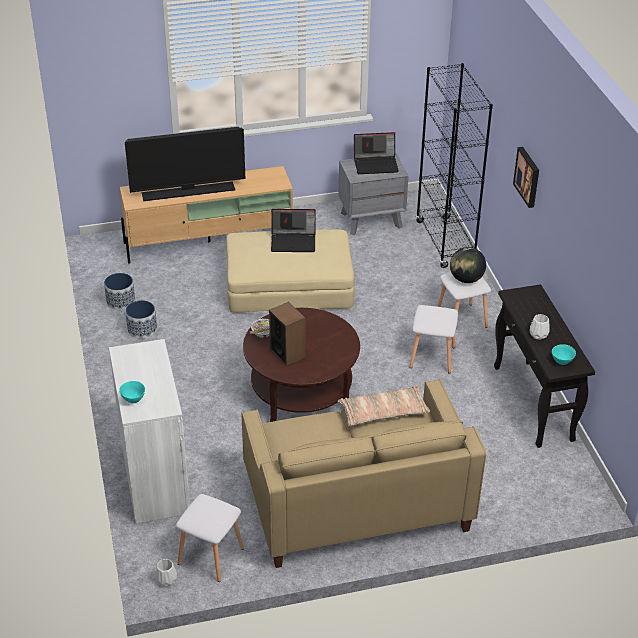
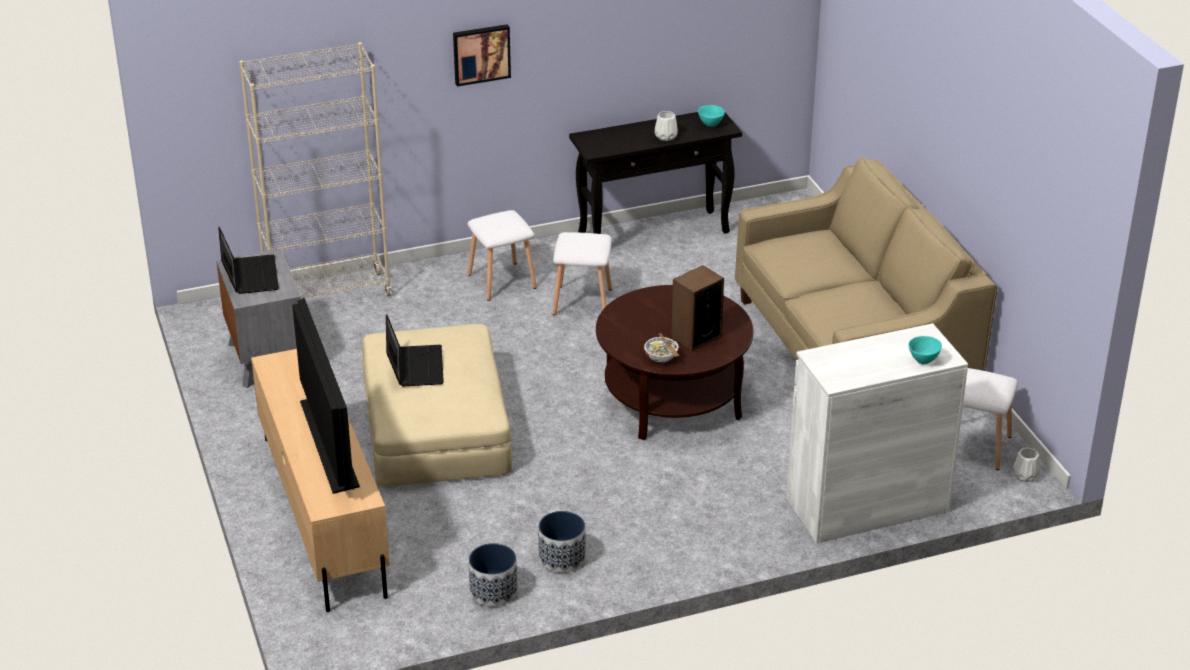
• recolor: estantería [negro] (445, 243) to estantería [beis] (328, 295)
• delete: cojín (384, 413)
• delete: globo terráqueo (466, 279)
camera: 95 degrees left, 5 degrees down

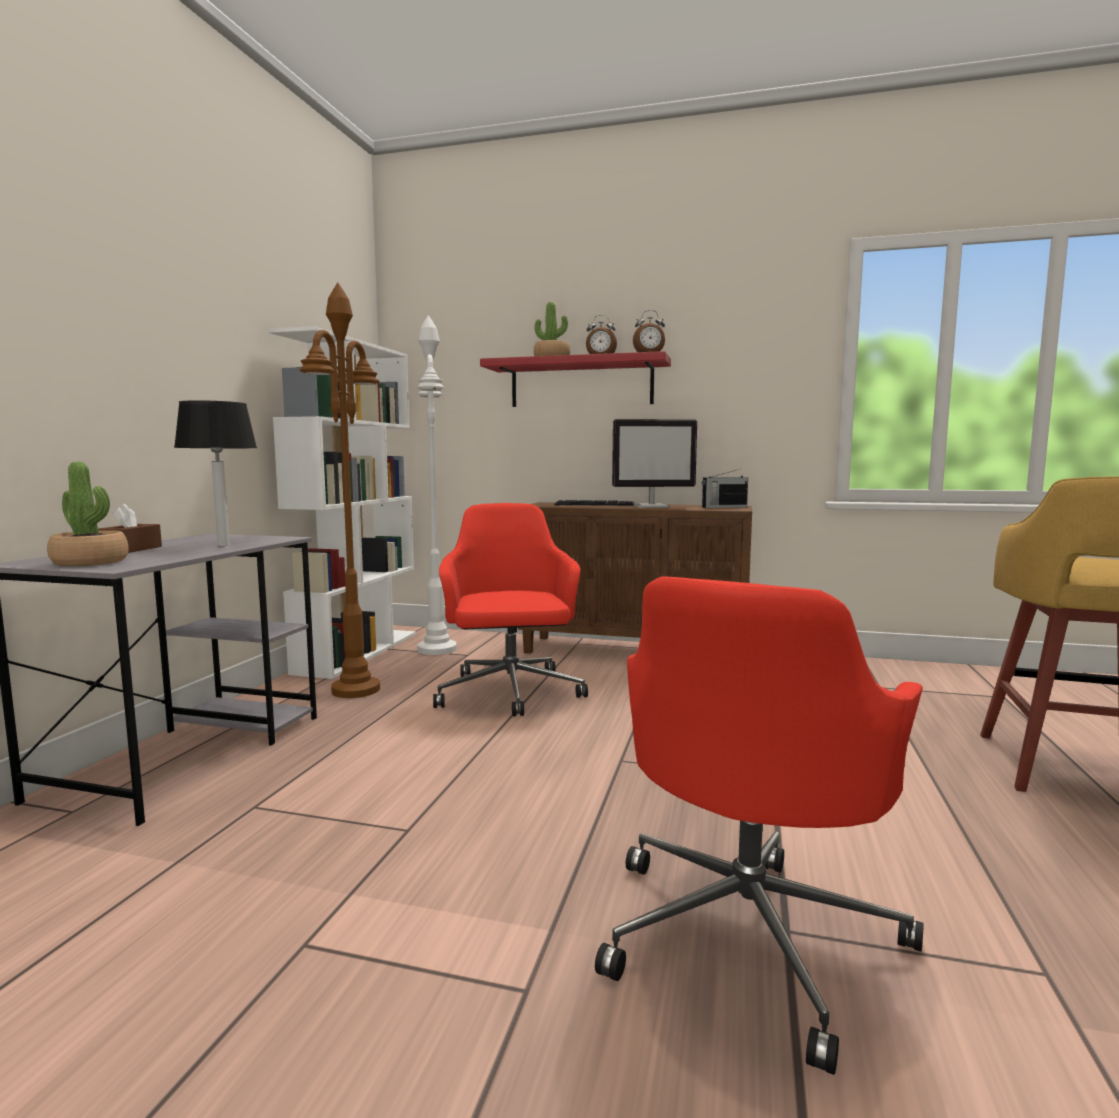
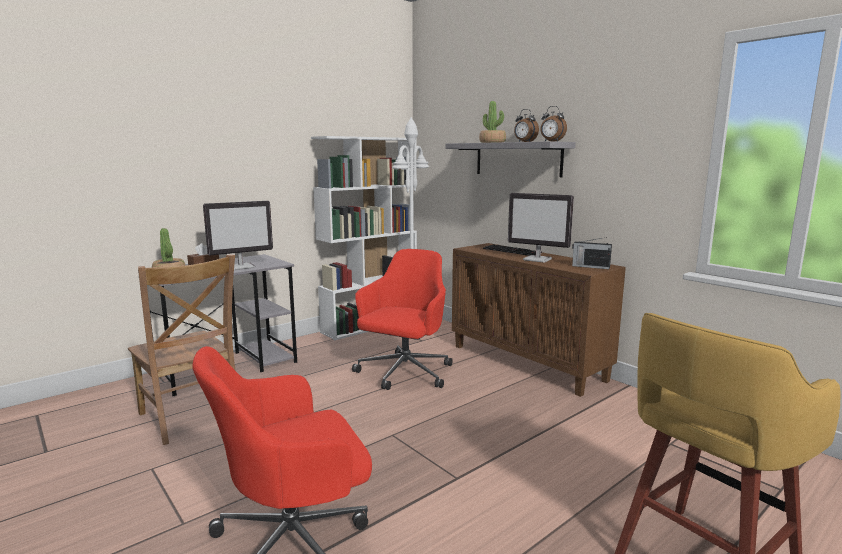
• insert: silla [marrón] (190, 417)
• replace: lámpara de mesa (223, 545) to monitor (241, 267)
• recolor: estante [rojo] (581, 383) to estante [gris] (517, 159)
• delete: lámpara de pie [marrón] (356, 689)
camera: 35 degrees right, 5 degrees up

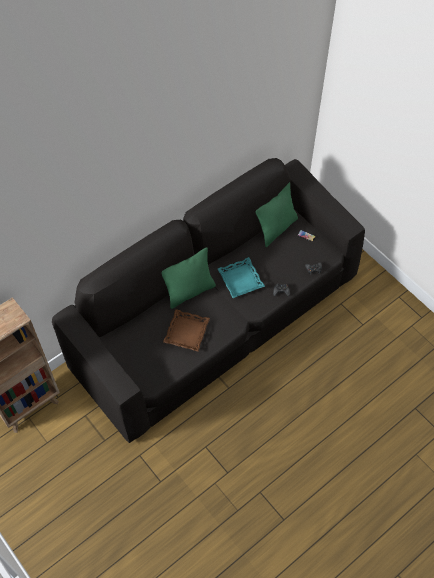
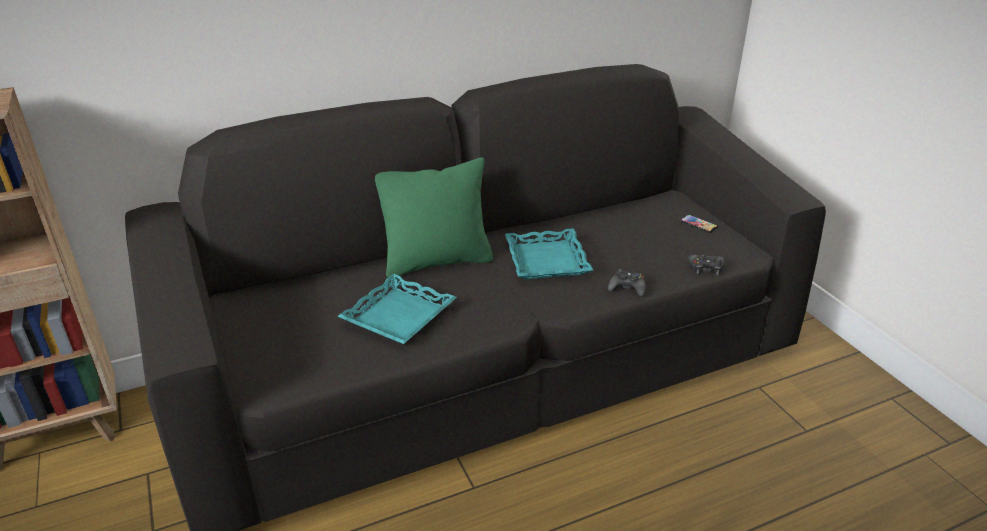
• recolor: bandeja [marrón] (187, 332) to bandeja [turquesa] (399, 316)
• delete: cojín [verde] (276, 228)
camera: 15 degrees right, 25 degrees down

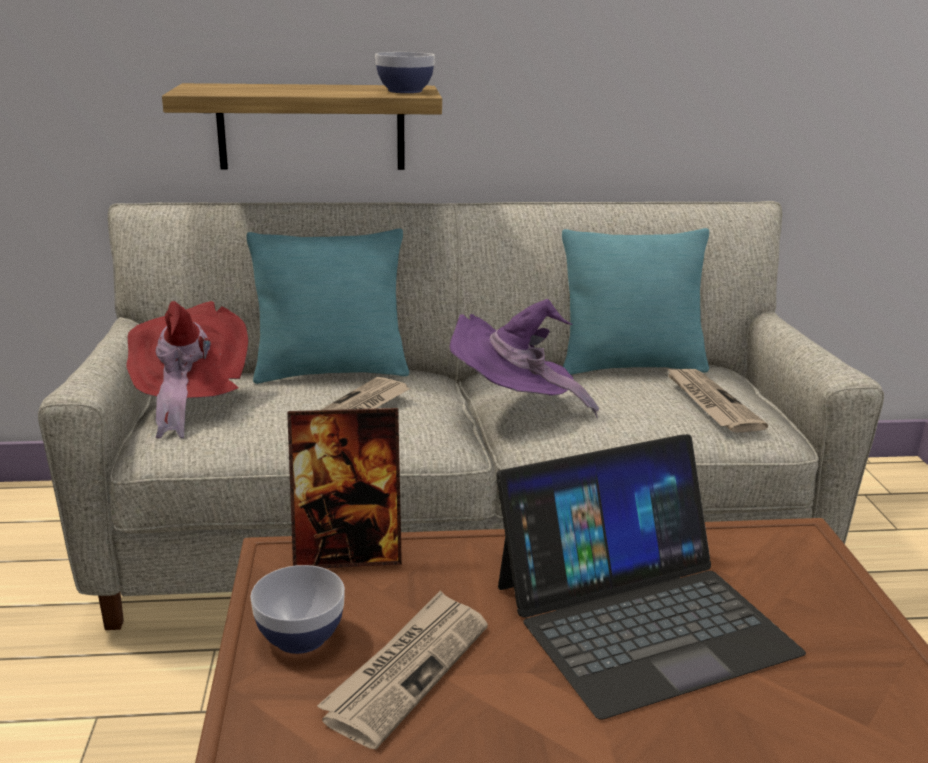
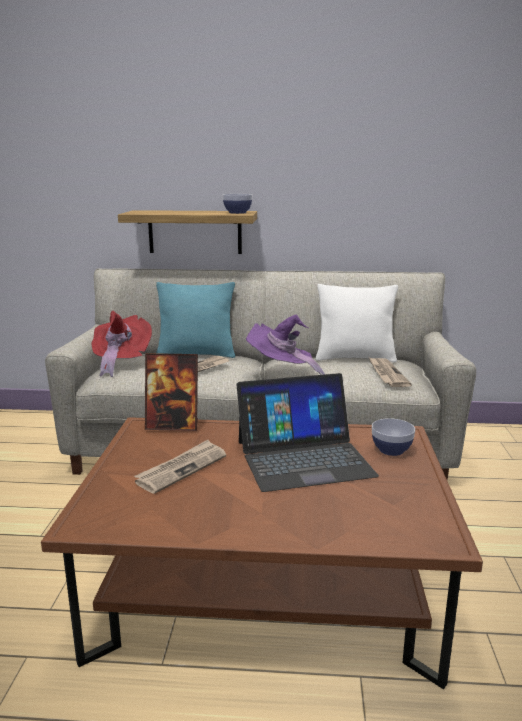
• recolor: cojín [turquesa] (630, 366) to cojín [blanco] (355, 358)
• move: cuenco (300, 636) to (391, 450)
camera: 10 degrees right, 5 degrees down

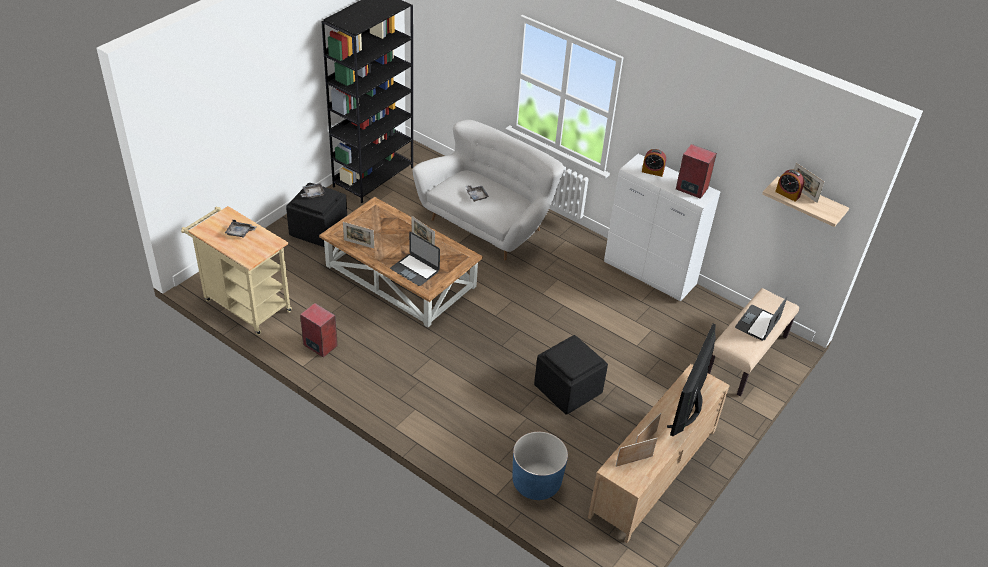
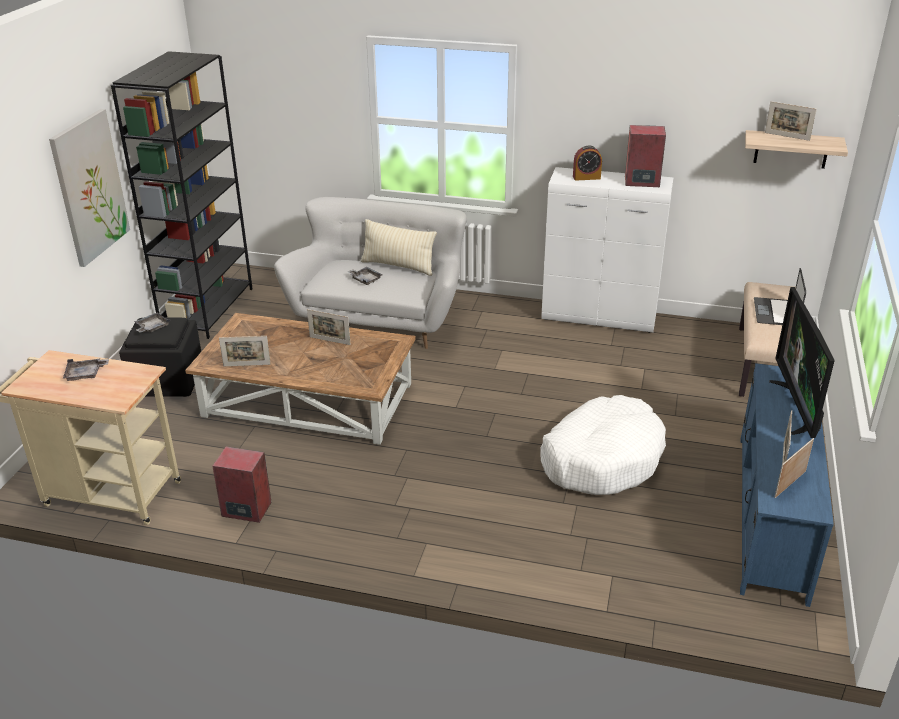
• insert: cuadro (90, 187)
• insert: cojín [beis] (398, 266)
• replace: puf [negro] (568, 390) to cama para perro [blanco] (601, 458)
• recolor: mueble de televisión [beis] (653, 473) to mueble de televisión [azul] (771, 514)
• delete: portátil (415, 270)
• delete: maceta [azul] (536, 482)
• delete: despertador (787, 194)
camera: 20 degrees left, 10 degrees down

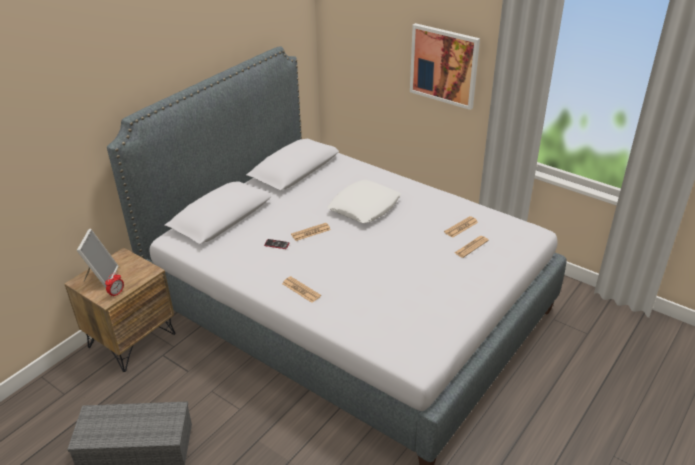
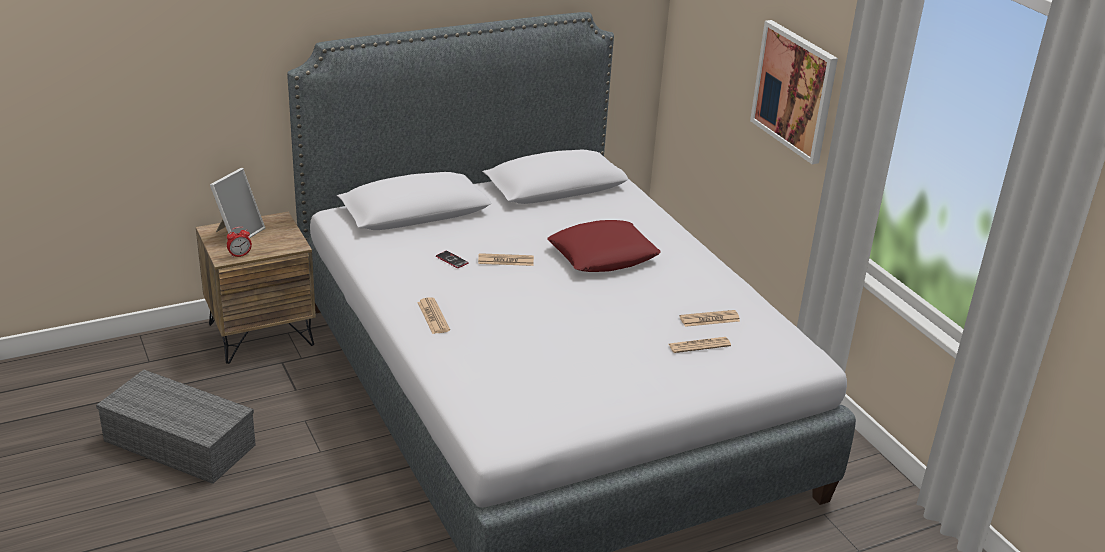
• recolor: cojín [blanco] (364, 207) to cojín [rojo] (603, 255)
camera: 25 degrees right, 5 degrees down

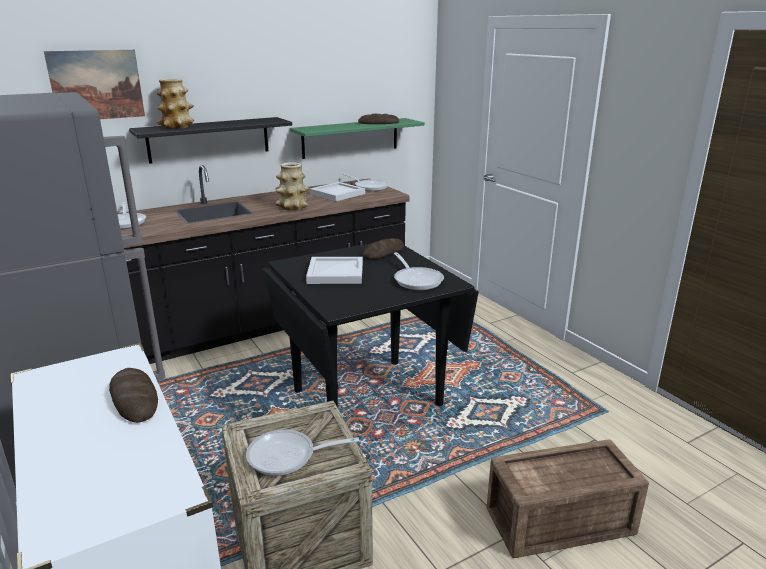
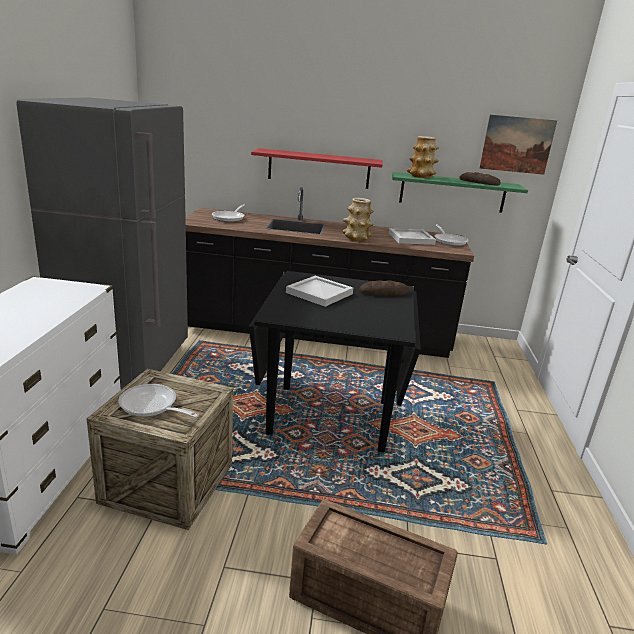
• recolor: estante [negro] (209, 139) to estante [rojo] (319, 169)
• move: florero (177, 127) to (421, 176)
• move: cuadro (96, 85) to (517, 144)
• delete: pan (134, 399)
• delete: sartén (417, 280)
camera: 35 degrees right, 0 degrees up

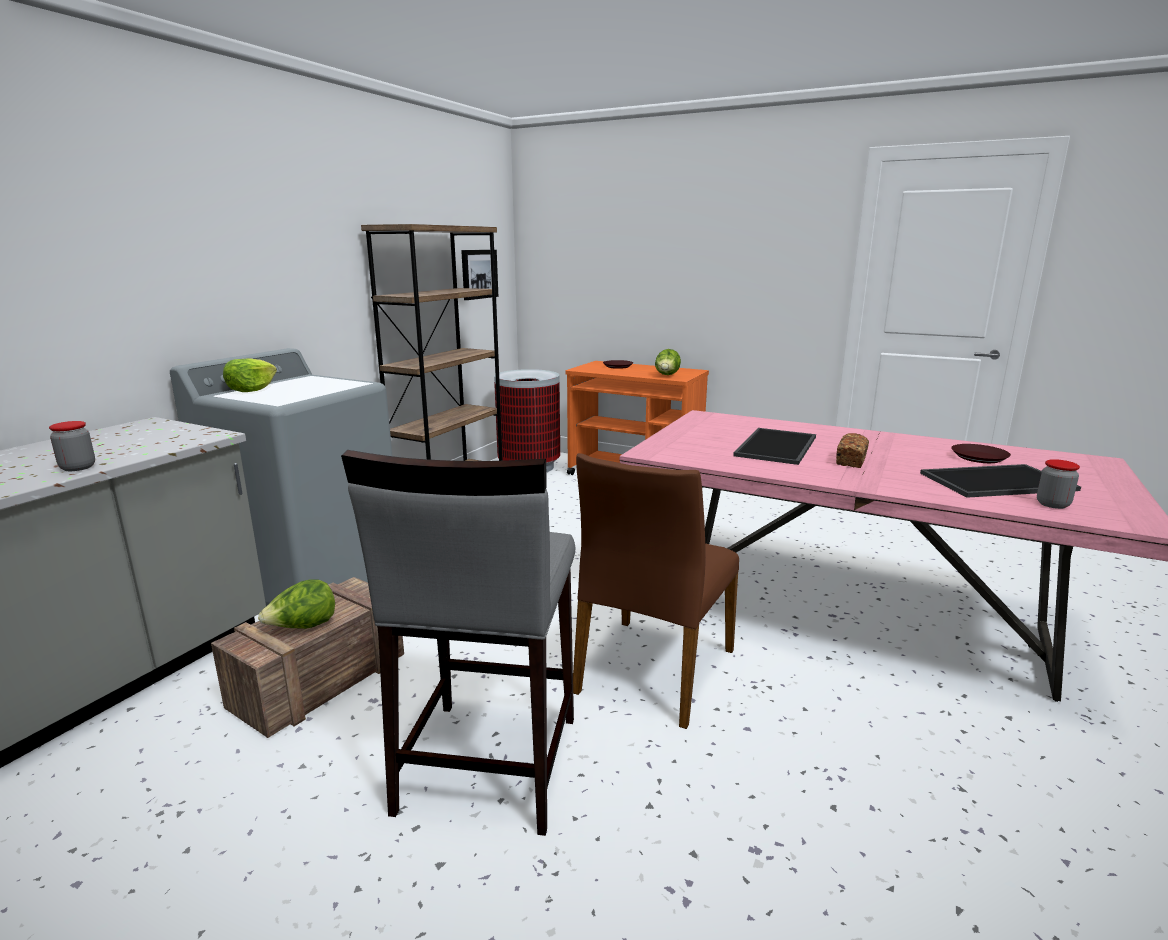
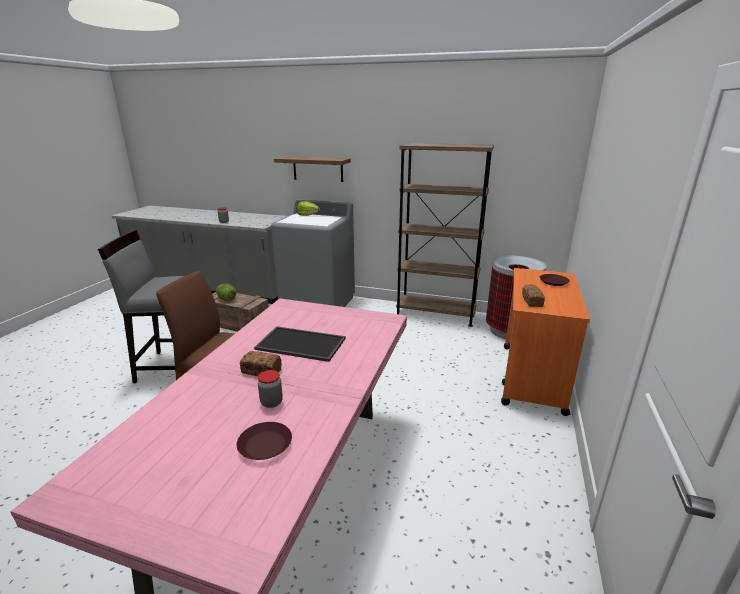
• move: tarro (1052, 504) to (271, 402)
• insert: estante (318, 169)
• replace: lechuga (667, 376) to pan (532, 301)
• delete: cuadro (479, 274)
• delete: bandeja (997, 482)
camera: 80 degrees right, 5 degrees up

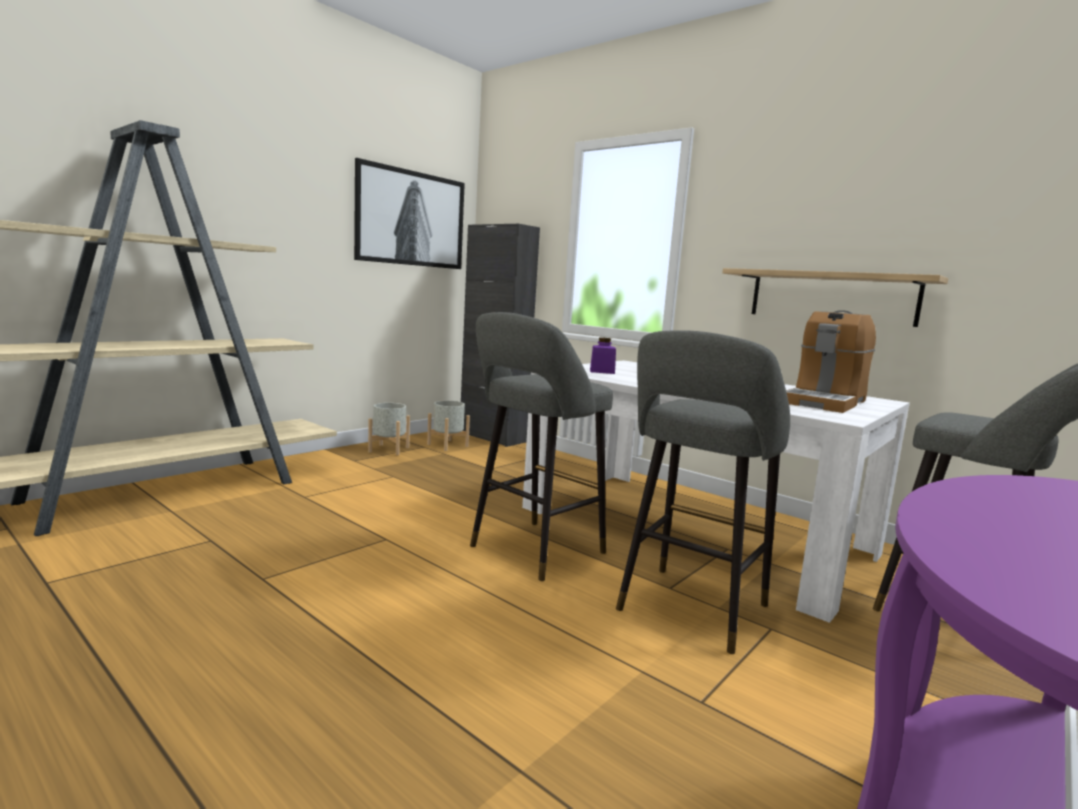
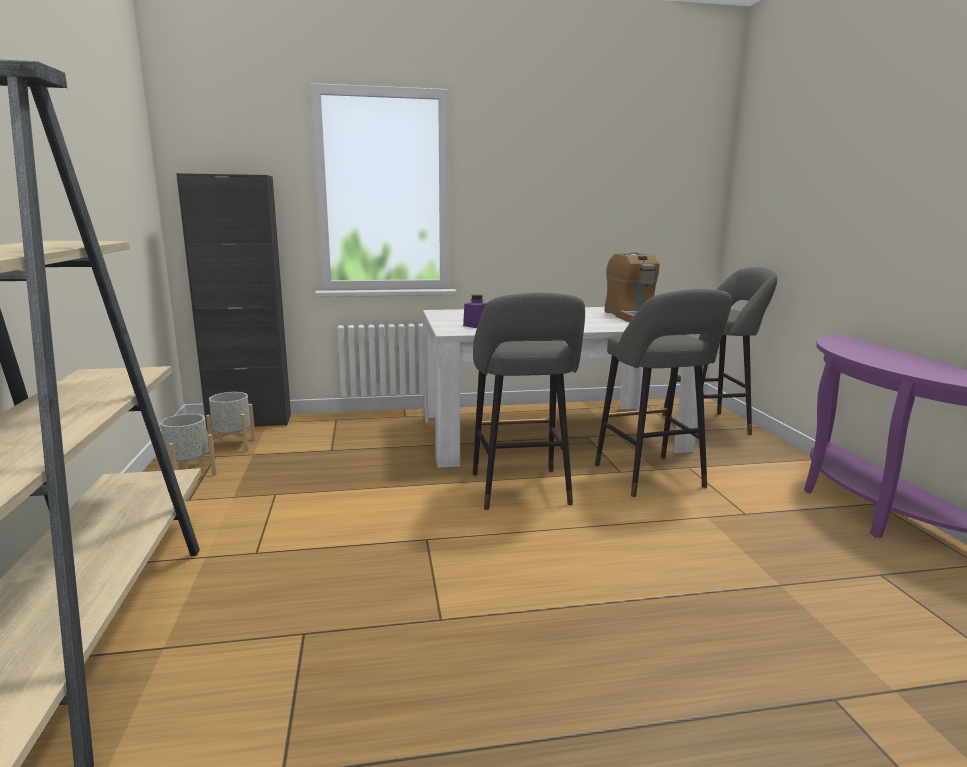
• delete: cuadro (411, 218)
• delete: estante (831, 297)
camera: 50 degrees left, 5 degrees up

